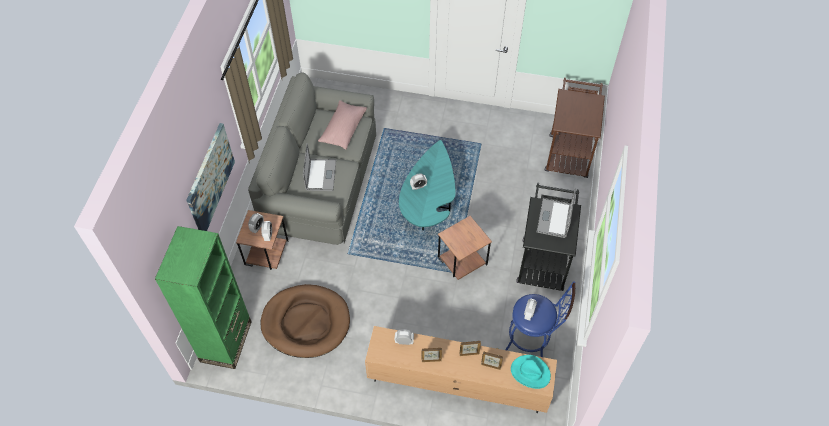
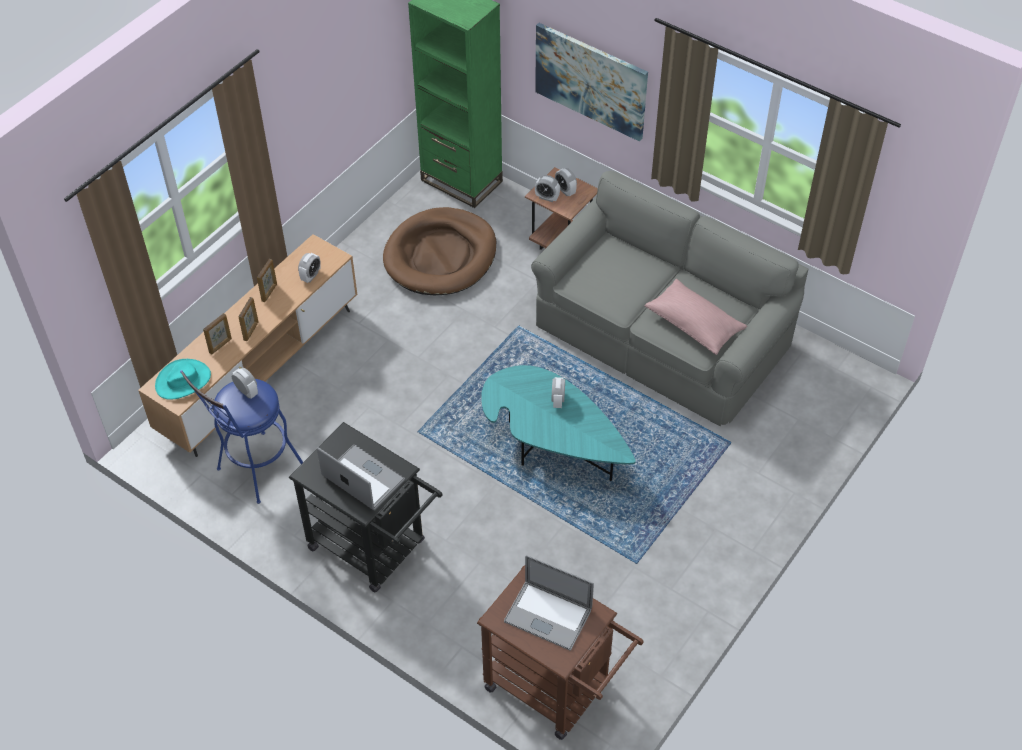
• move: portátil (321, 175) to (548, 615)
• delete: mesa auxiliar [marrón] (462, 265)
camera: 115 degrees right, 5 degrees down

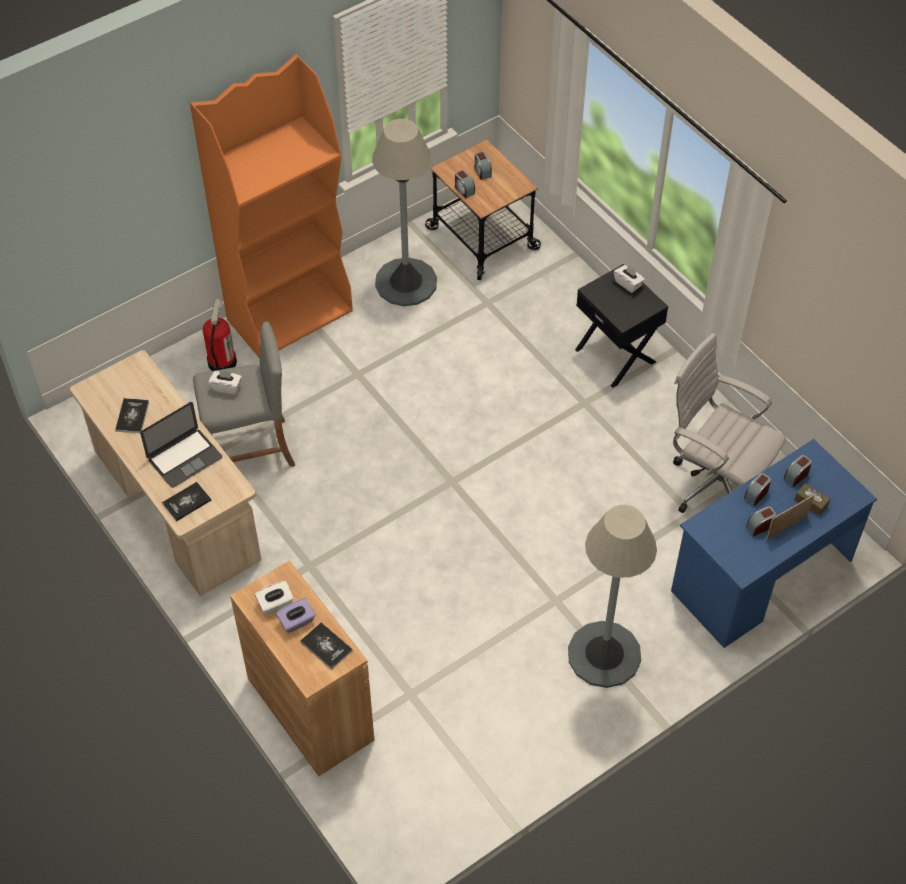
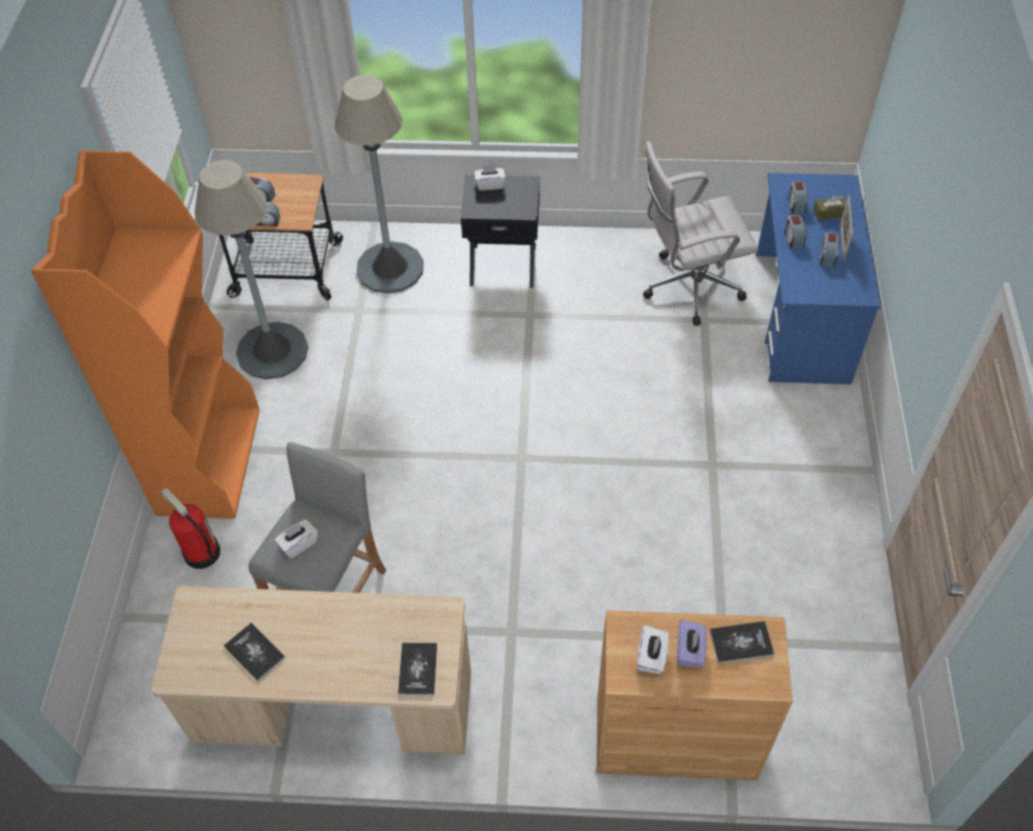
• move: lámpara de pie [gris] (604, 654) to (390, 268)
• delete: portátil (184, 458)
camera: 50 degrees left, 0 degrees up

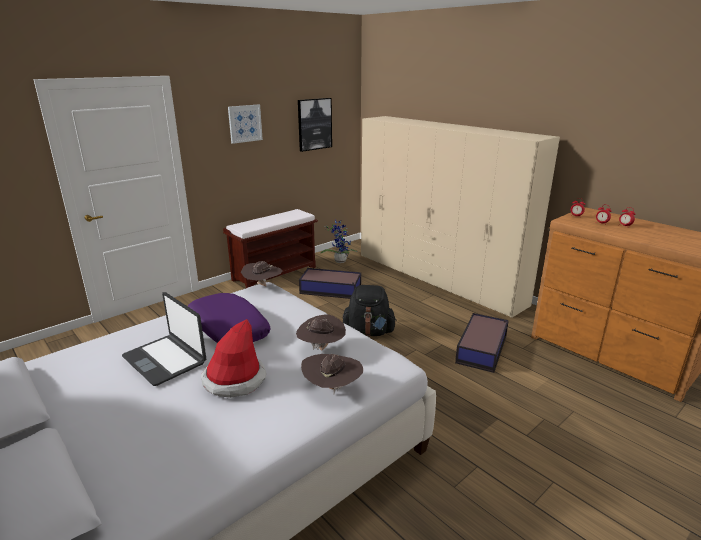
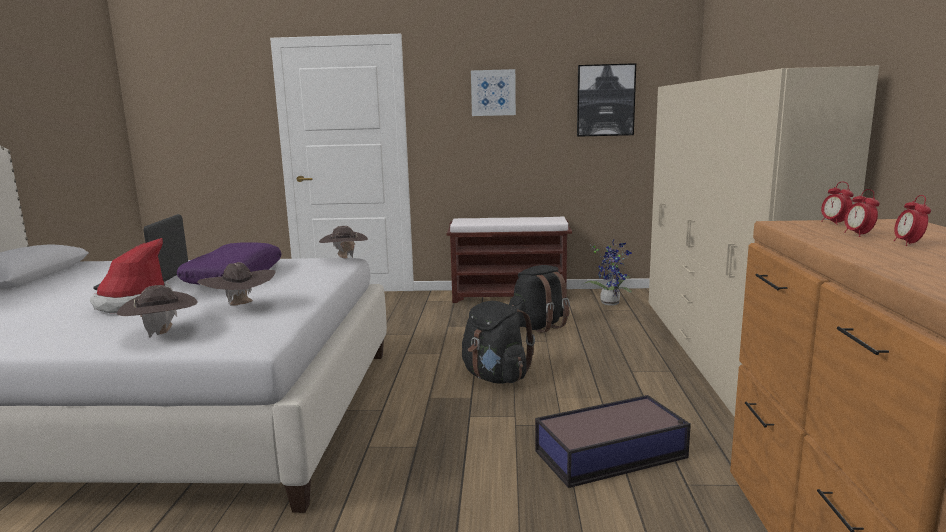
• replace: caja de almacenaje (331, 290) to mochila [negro] (539, 326)
camera: 45 degrees right, 10 degrees down

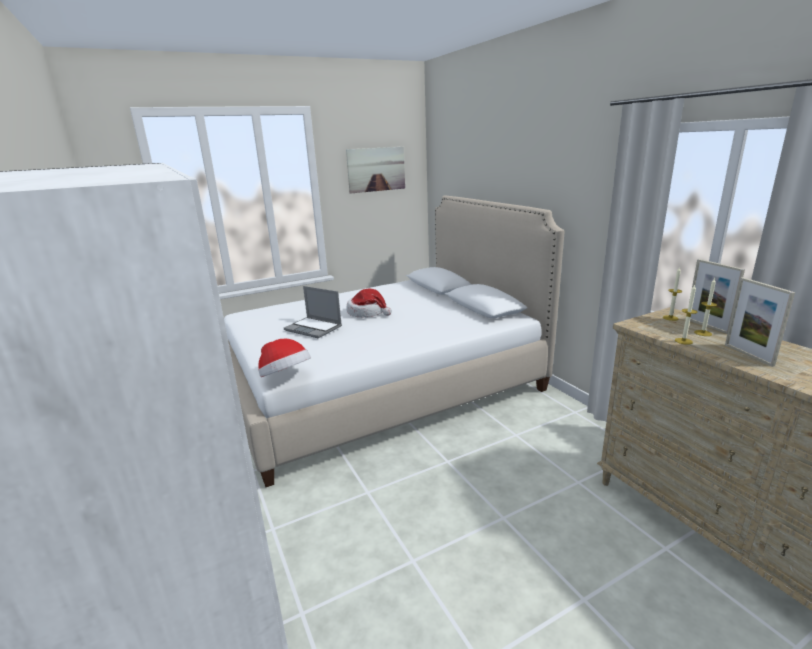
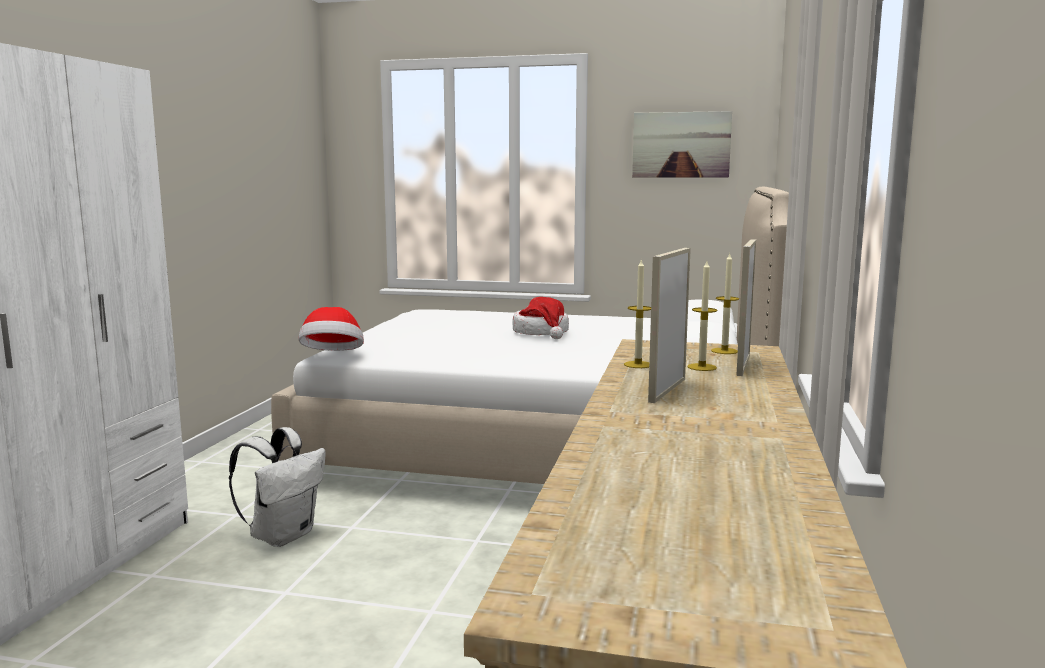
• insert: mochila [blanco] (283, 535)
• delete: portátil (314, 328)
camera: 40 degrees right, 10 degrees down

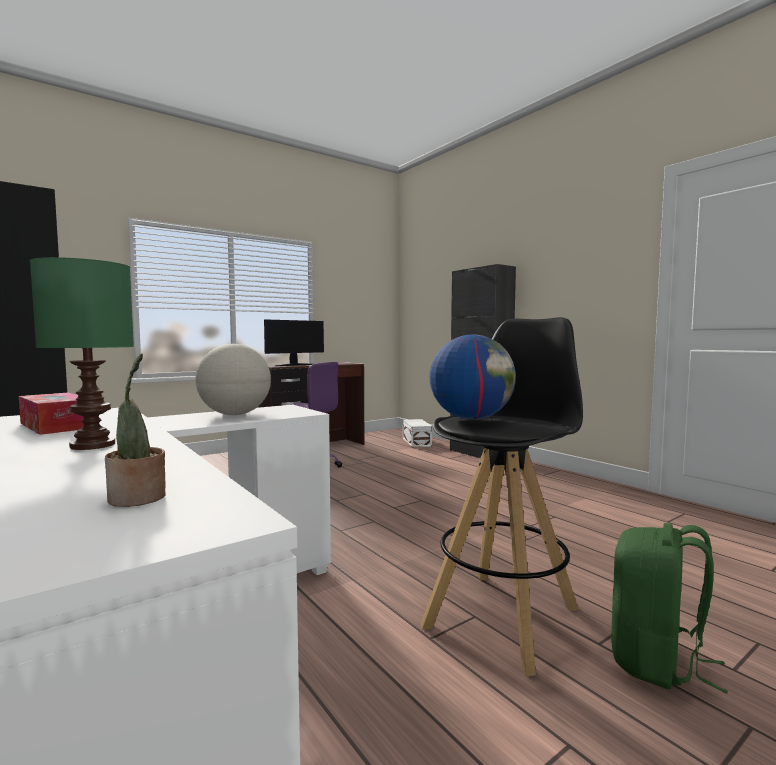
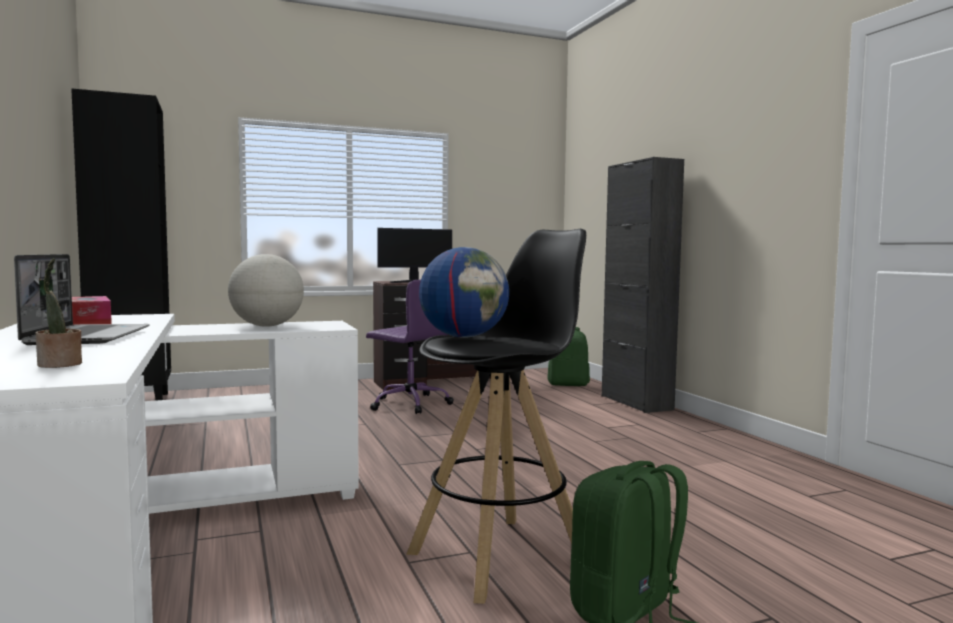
• replace: lámpara de mesa [verde] (91, 445) to portátil (88, 336)
• replace: caja de almacenaje [blanco] (417, 442) to mochila [verde] (568, 384)
camera: 15 degrees right, 0 degrees up

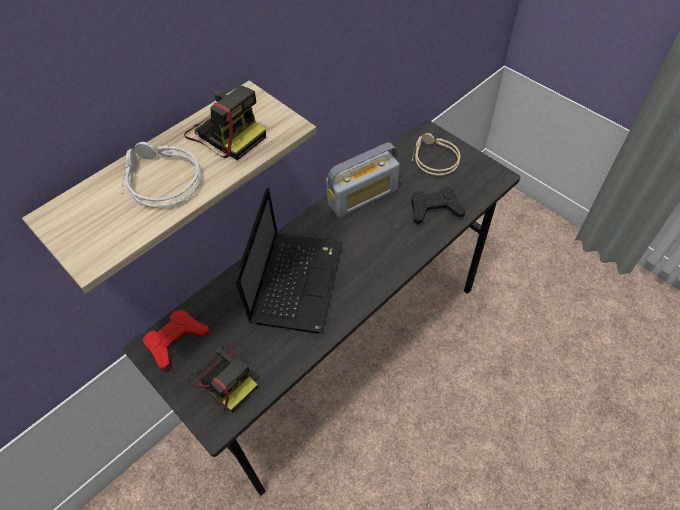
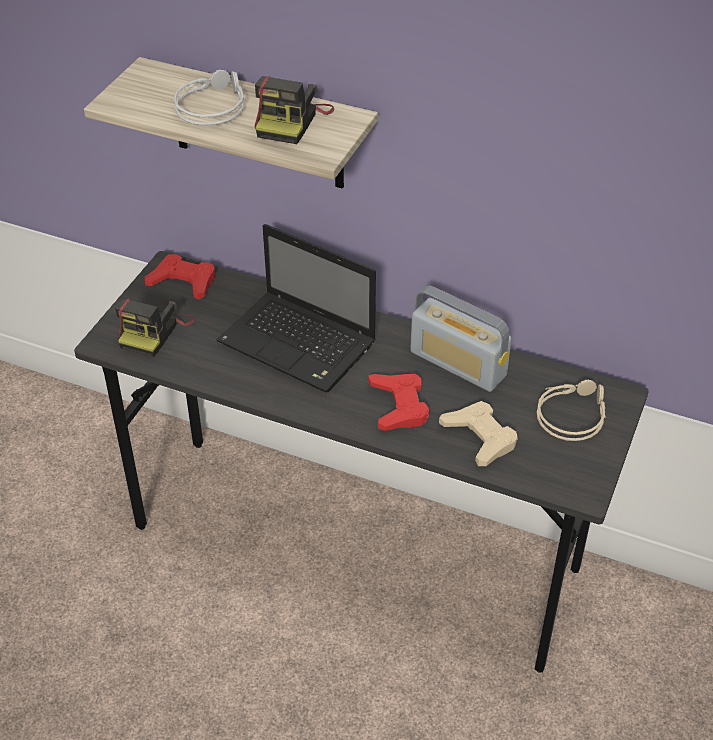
• rotate: portátil (296, 280) = (300, 344) 45 degrees clockwise
• insert: mando de consola [rojo] (399, 406)
• recolor: mando de consola [negro] (435, 209) to mando de consola [beis] (479, 437)
camera: 65 degrees right, 10 degrees down

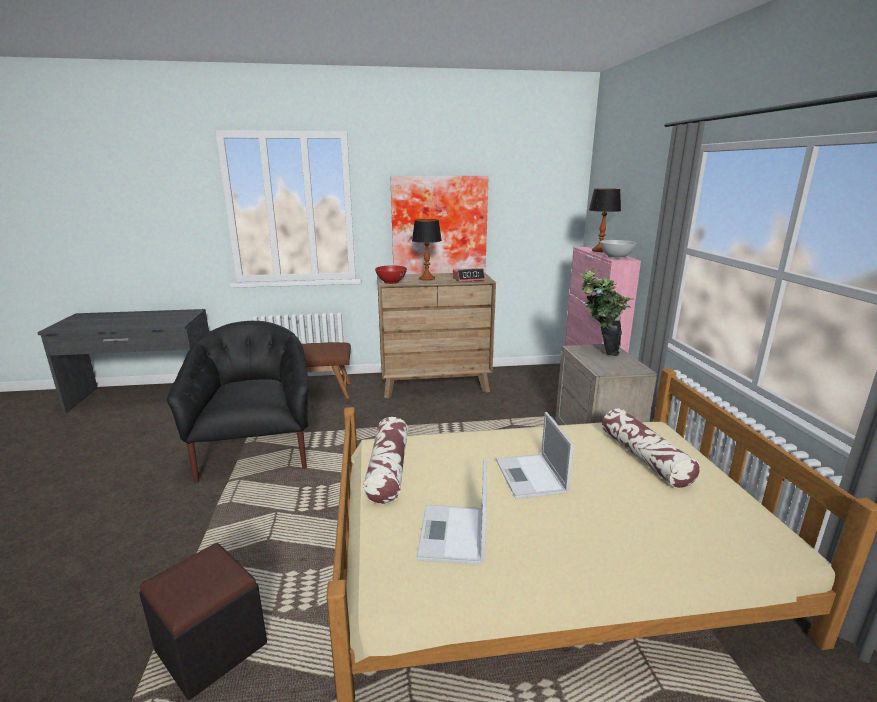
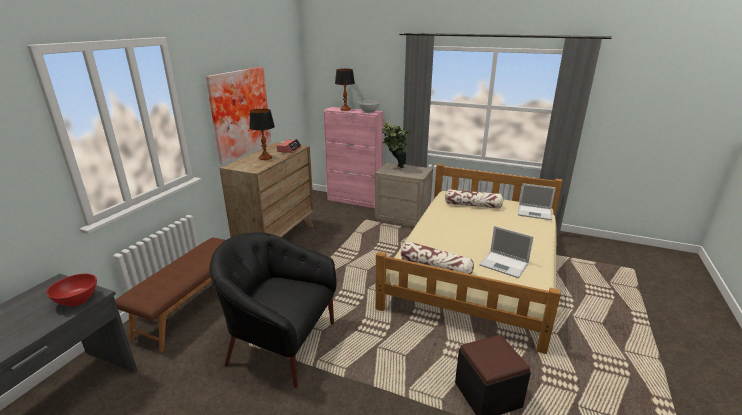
• move: cuenco [rojo] (391, 282) to (77, 300)
• move: portátil (531, 477) to (535, 212)
camera: 60 degrees left, 5 degrees up

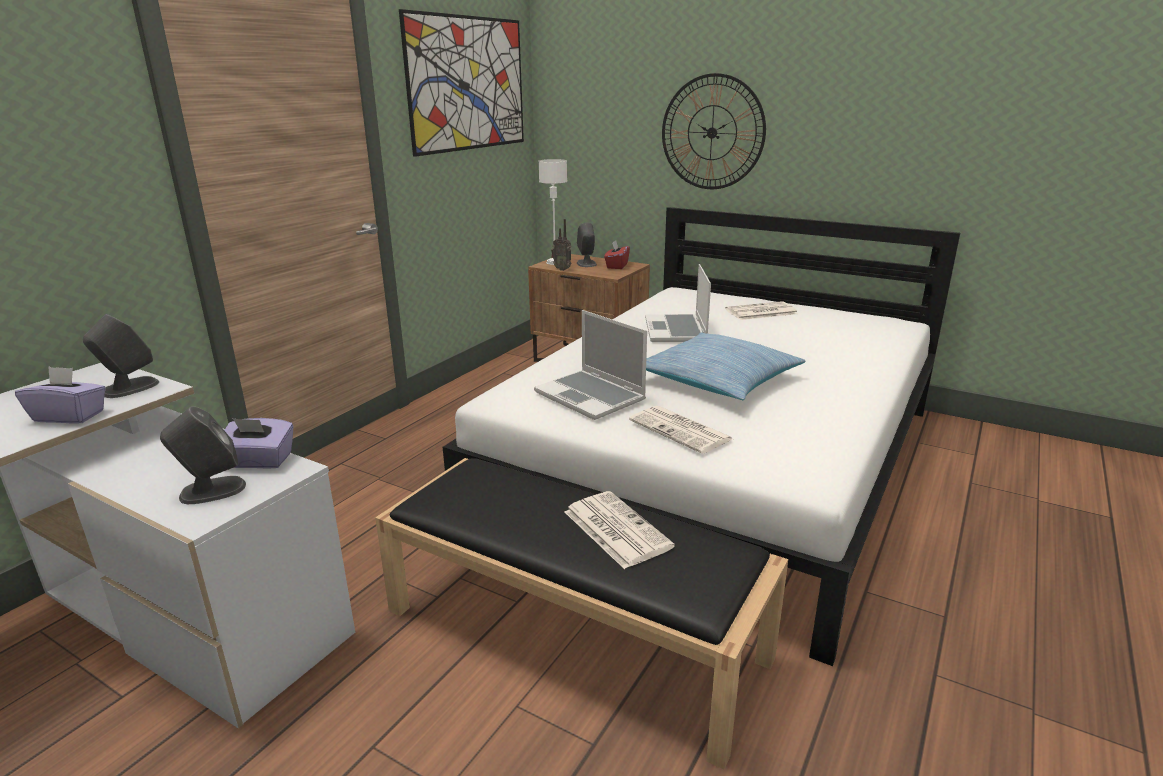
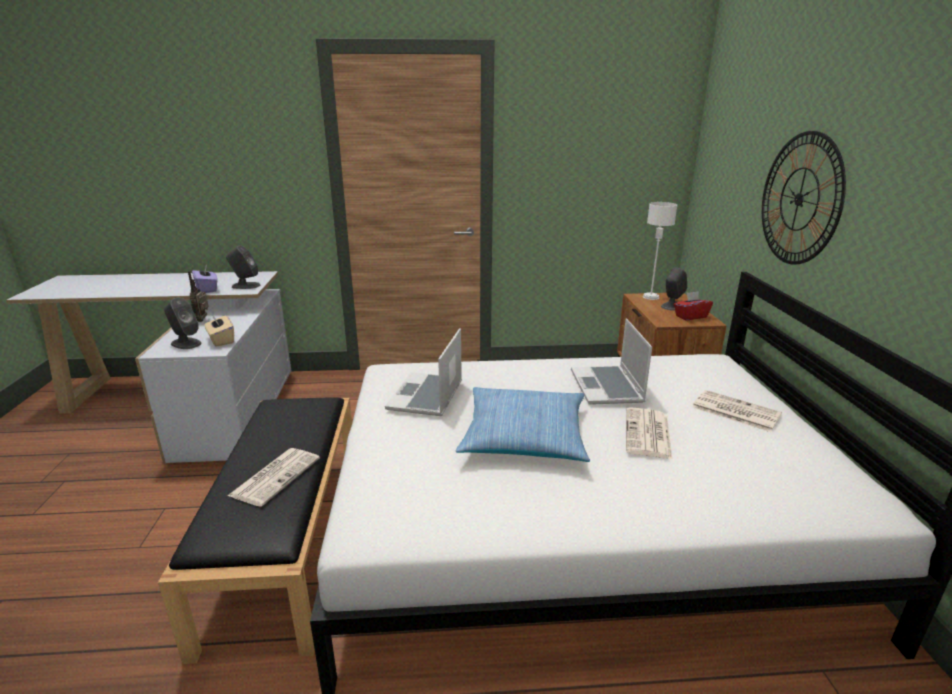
• move: radio (562, 269) to (203, 320)
• recolor: caja de pañuelos [morado] (259, 461) to caja de pañuelos [beis] (221, 340)
• rotate: portátil (676, 331) = (607, 387) 60 degrees counterclockwise
• move: periódico (681, 430) to (648, 434)
• delete: cuadro (468, 84)
camera: 55 degrees right, 0 degrees up

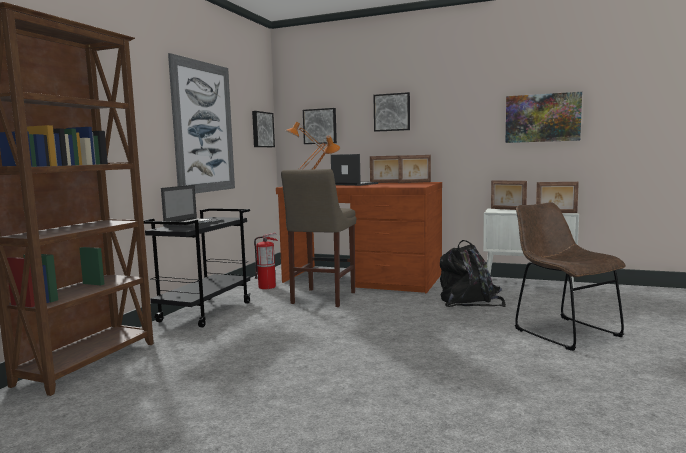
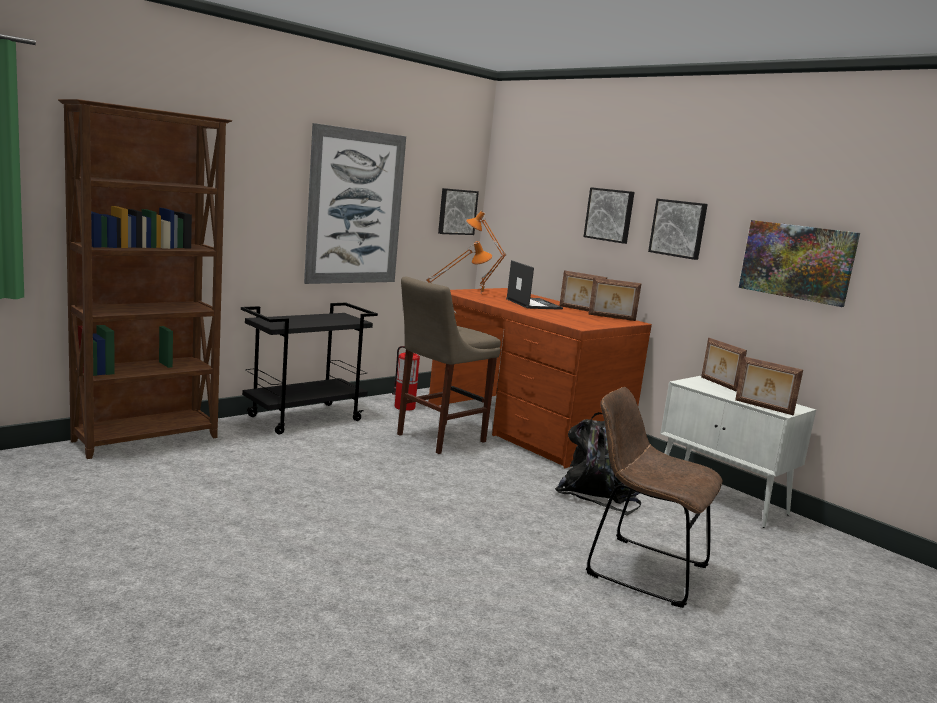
• rotate: silla [marrón] (562, 331) = (640, 568) 60 degrees counterclockwise
• move: cuadro (320, 126) to (678, 228)
• delete: portátil (194, 224)
camera: 25 degrees right, 5 degrees up

